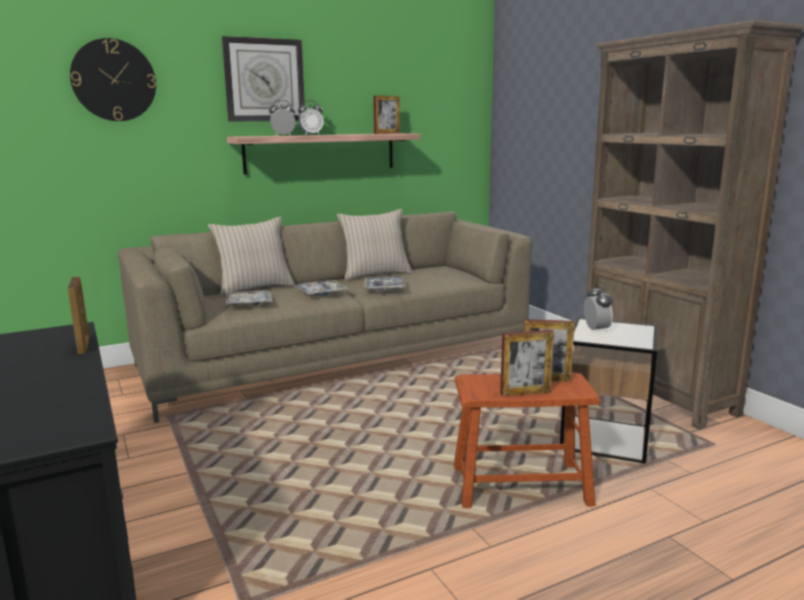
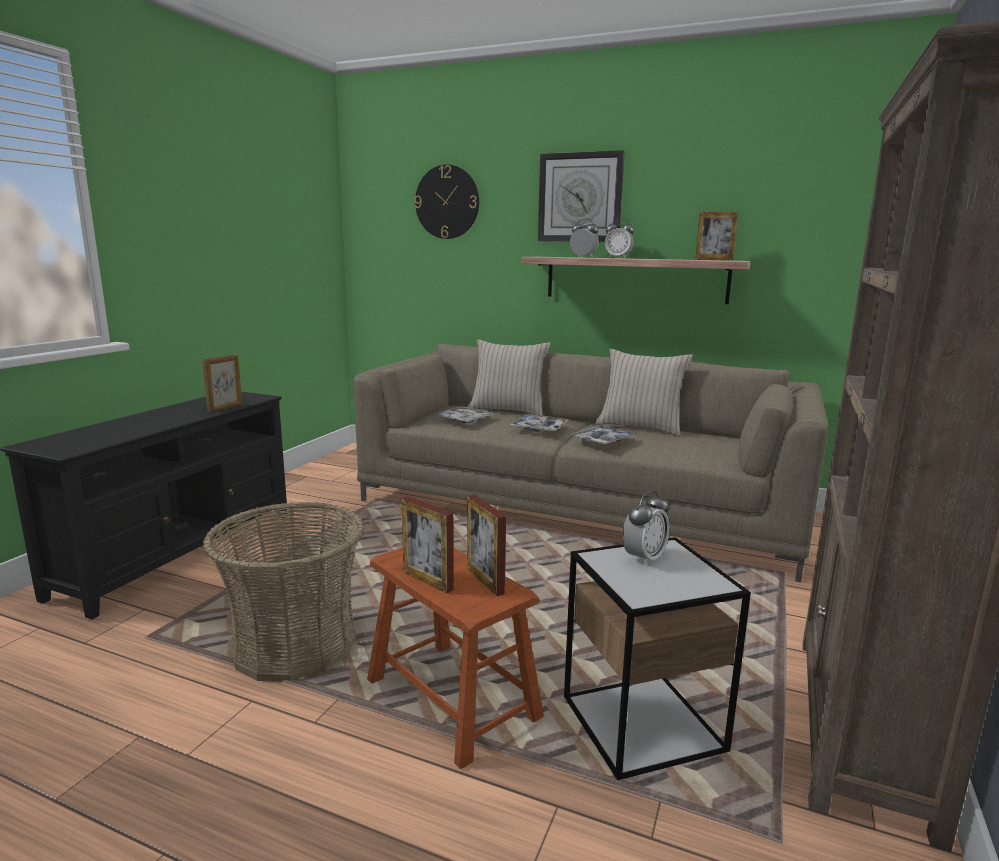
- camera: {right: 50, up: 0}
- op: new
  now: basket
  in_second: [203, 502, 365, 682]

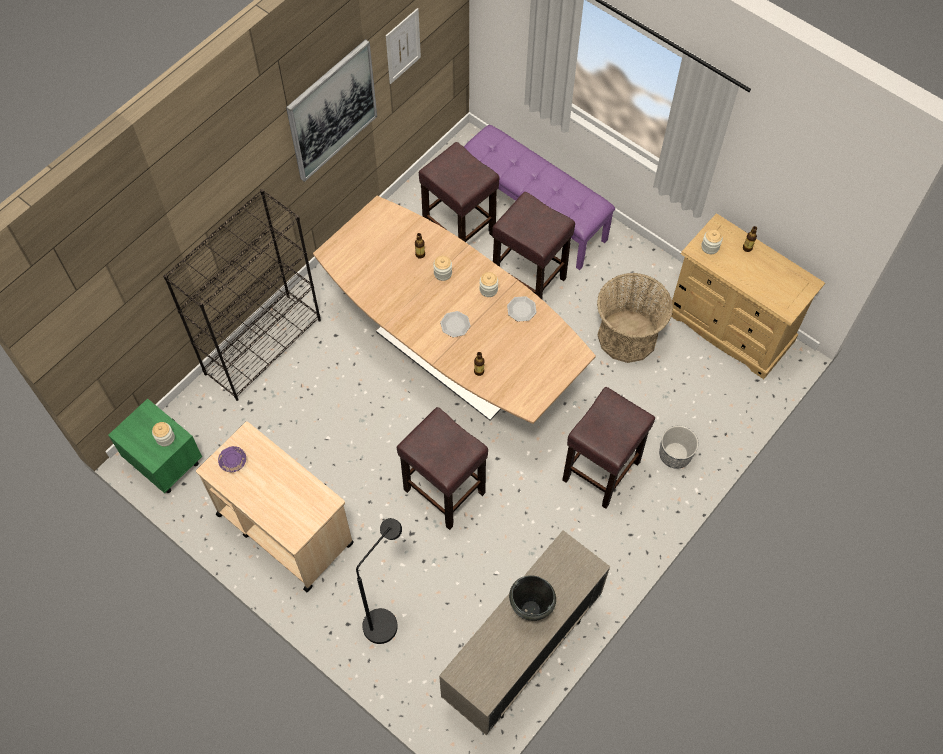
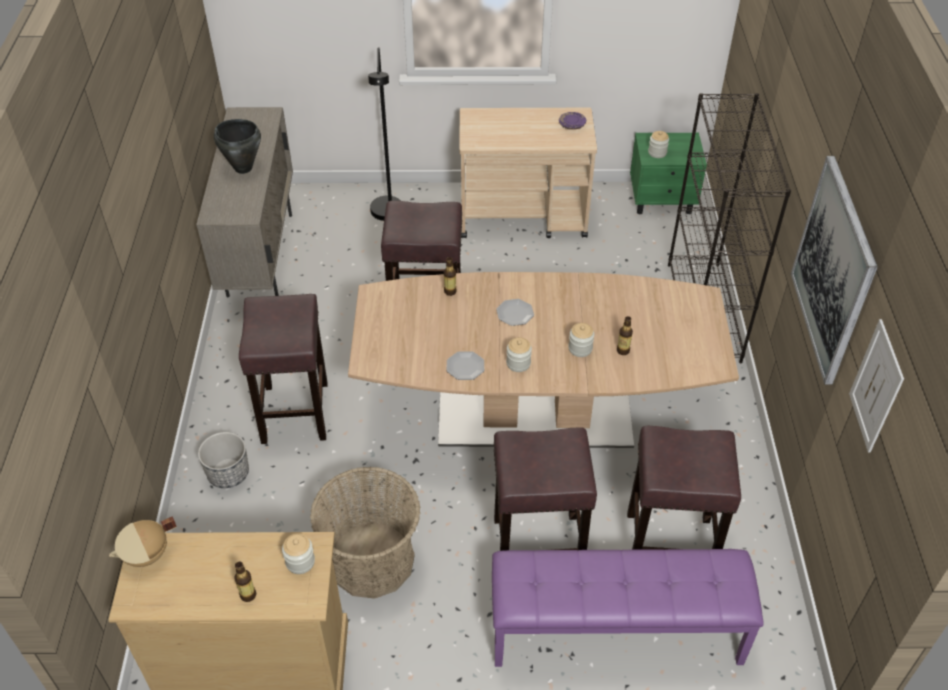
- camera: {right: 140, up: -15}
- op: new
  now: beige cooking pot
  in_second: [109, 517, 177, 567]

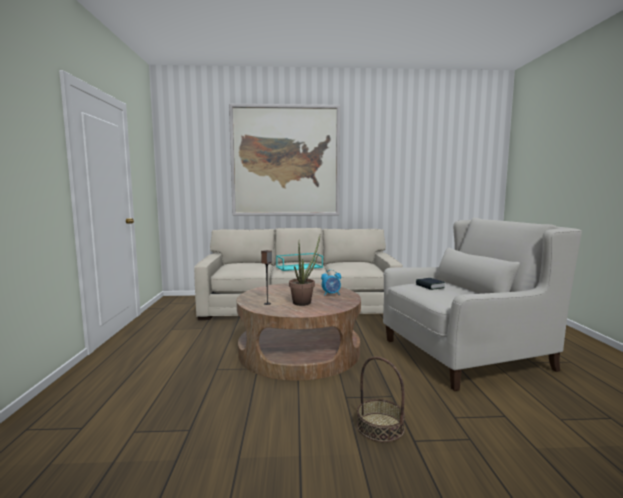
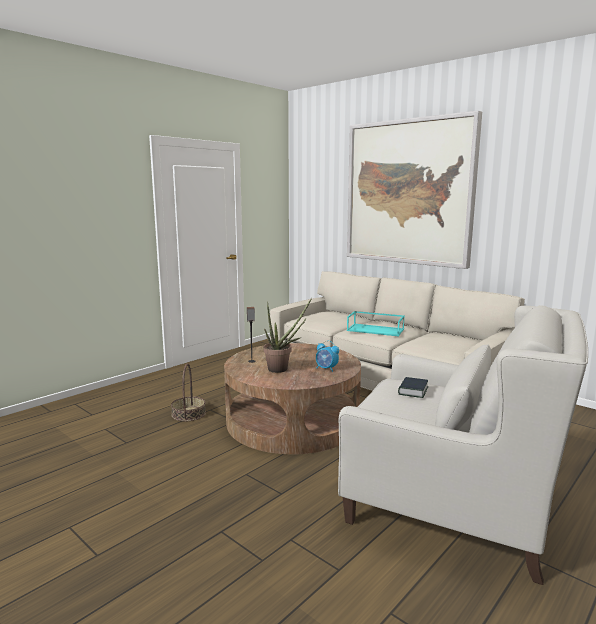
- camera: {right: 45, up: 5}
- op: shifted
  was: basket
  in_first: [357, 357, 405, 442]
  in_second: [171, 363, 206, 421]

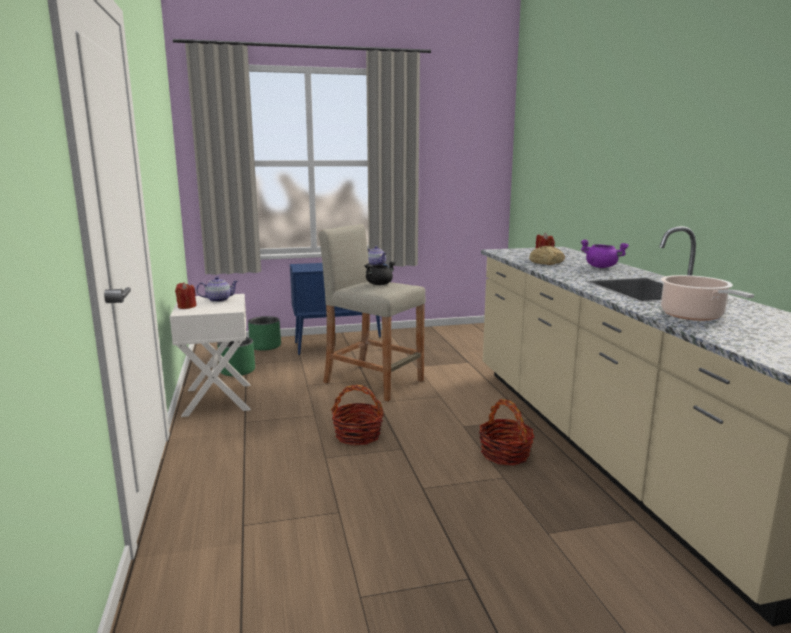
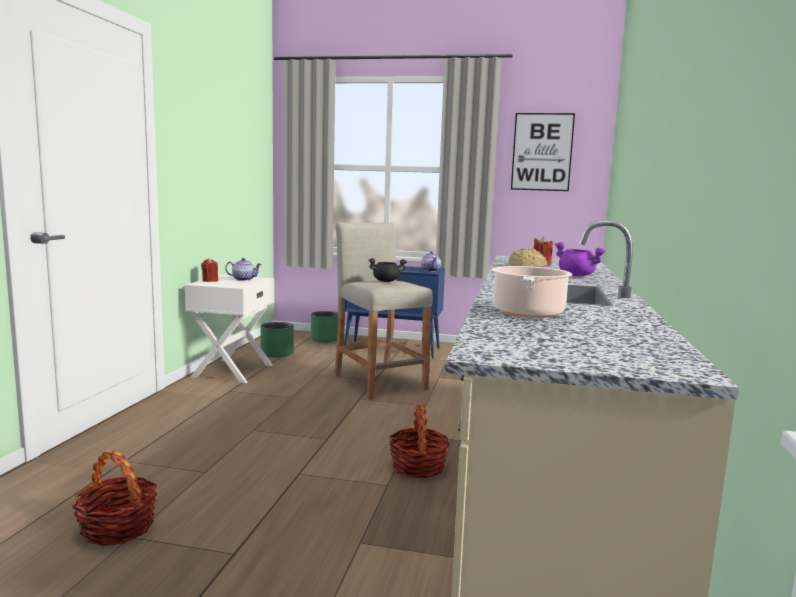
- camera: {right: 25, up: -5}
- op: shifted
  was: basket
  in_first: [331, 385, 384, 446]
  in_second: [72, 451, 157, 546]
- op: new
  now: picture
  in_second: [511, 113, 575, 191]

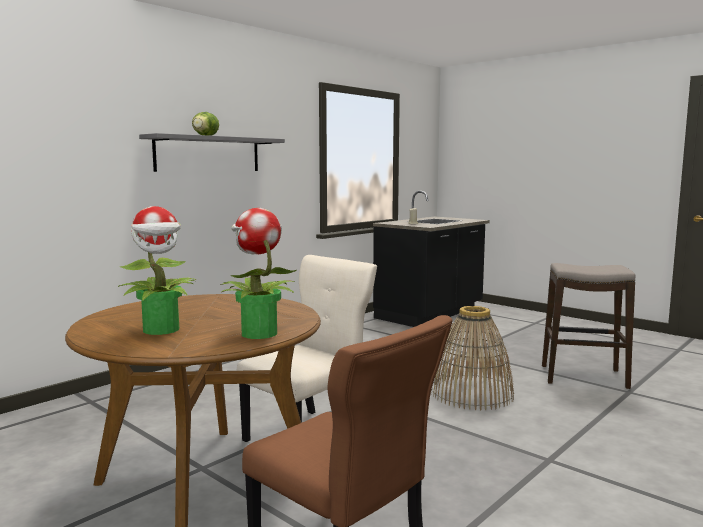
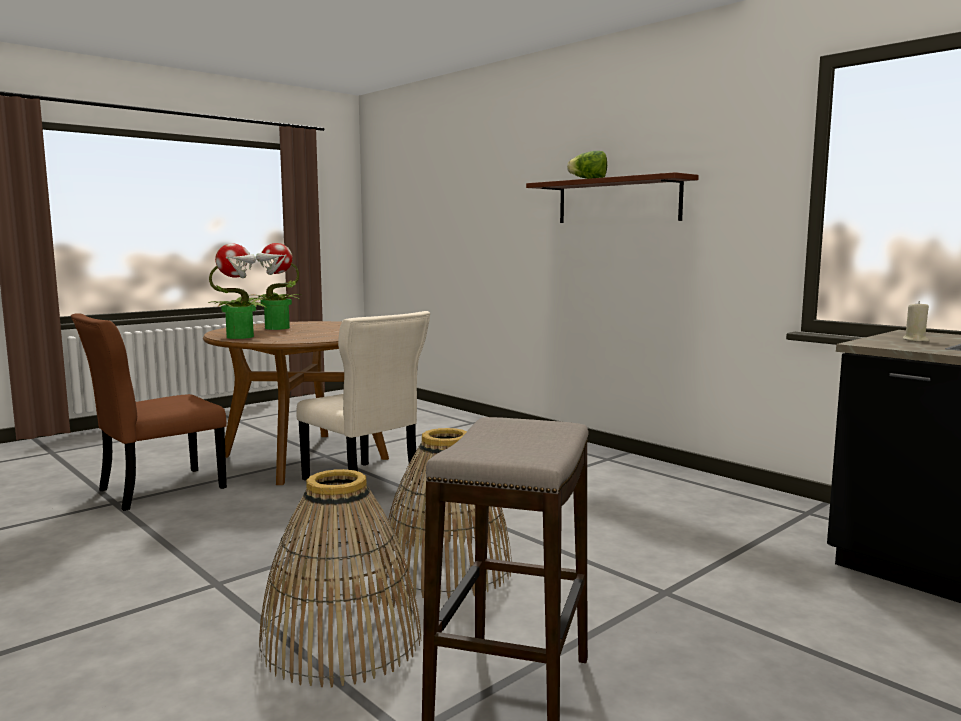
- camera: {right: 95, up: 0}
- op: repainted
  was: grey shelf
  now: brown shelf
  in_first: [139, 133, 285, 172]
  in_second: [526, 172, 699, 223]
- op: new
  now: basket
  in_second: [259, 469, 421, 687]

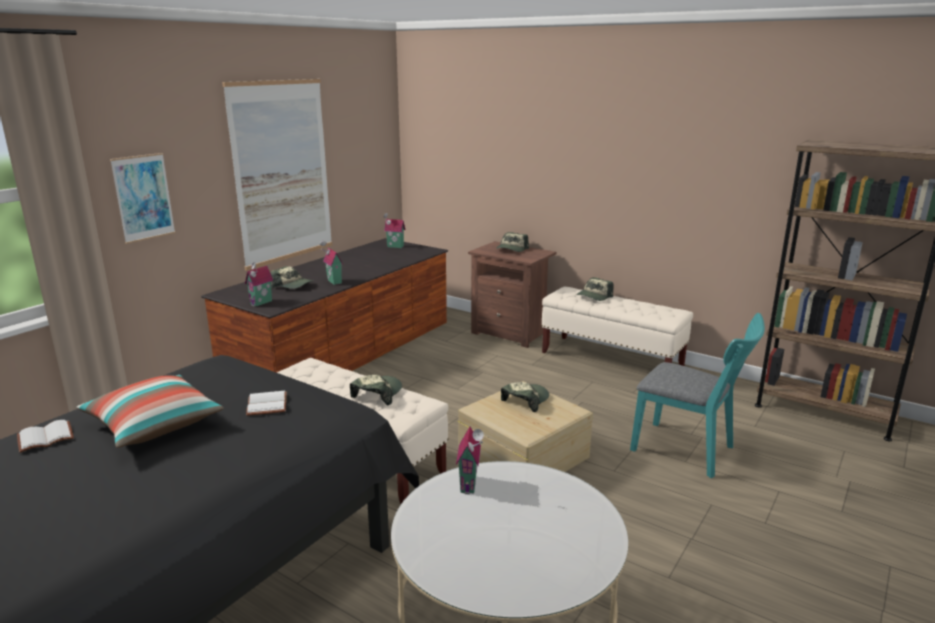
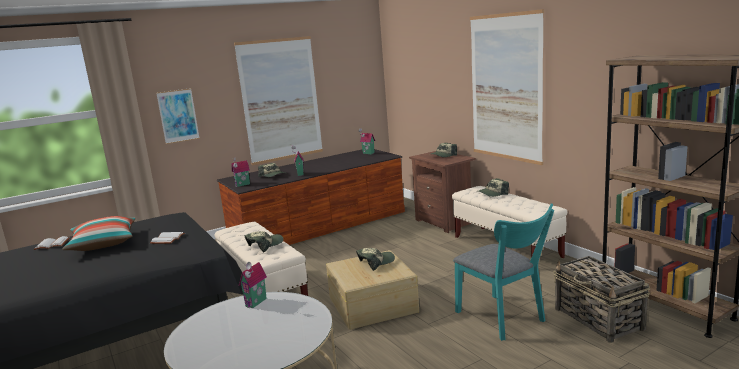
- camera: {right: 25, up: -5}
- op: new
  now: picture
  in_second: [470, 9, 544, 165]
- op: new
  now: basket
  in_second: [553, 256, 650, 343]

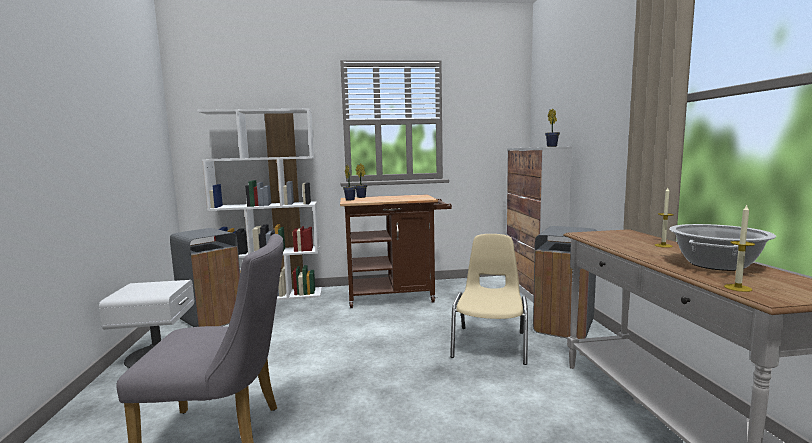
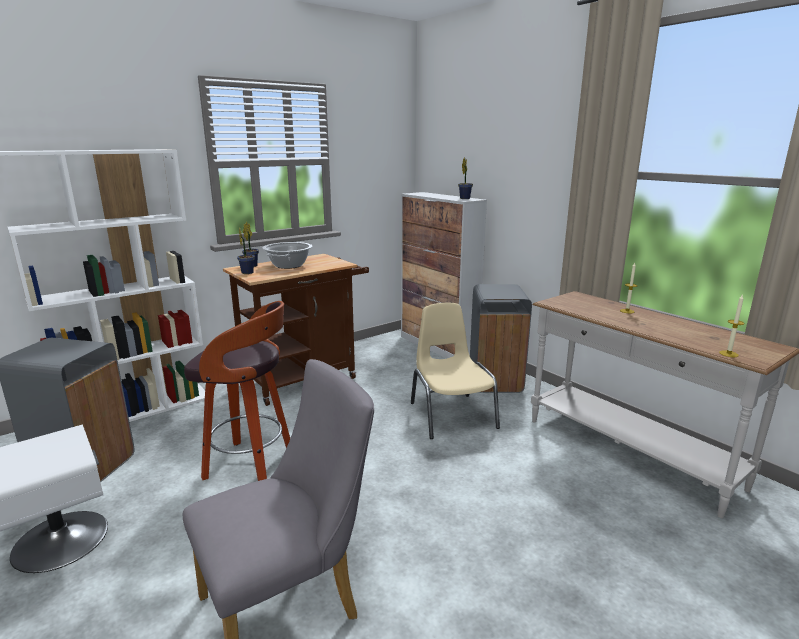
- camera: {right: -30, up: 10}
- op: shifted
  was: cooking pot
  in_first: [669, 224, 776, 271]
  in_second: [263, 242, 312, 269]
- op: new
  now: stool
  in_second: [184, 301, 290, 481]

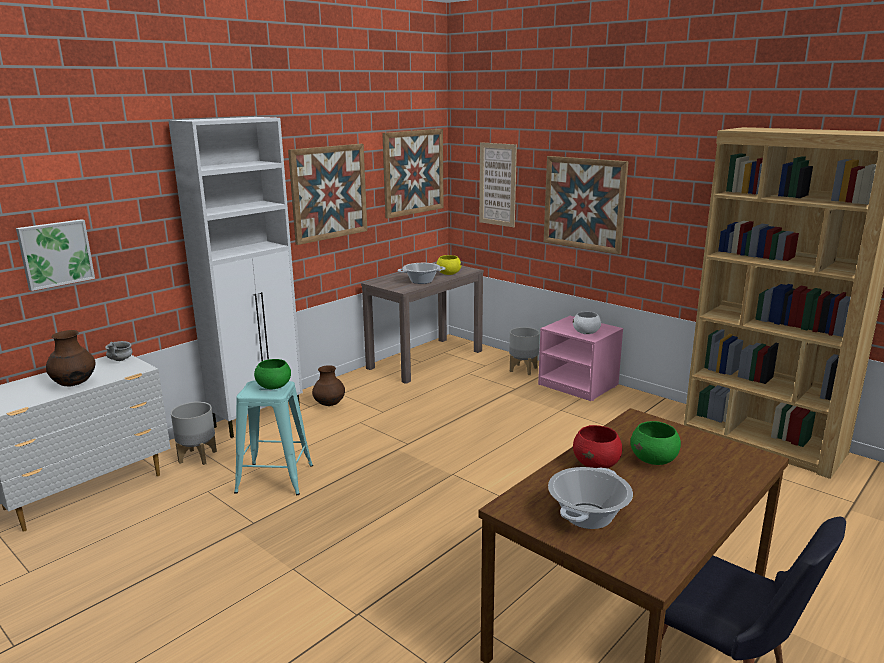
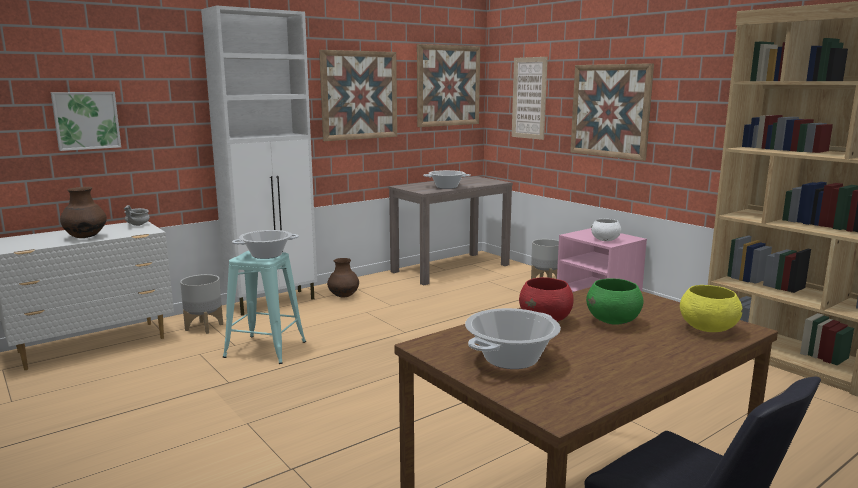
- camera: {right: 10, up: -5}
- op: swapped
  was: green bowl
  now: cooking pot
  in_first: [254, 359, 291, 389]
  in_second: [232, 230, 299, 259]
- op: shifted
  was: yellow bowl
  in_first: [437, 255, 462, 275]
  in_second: [680, 285, 743, 332]

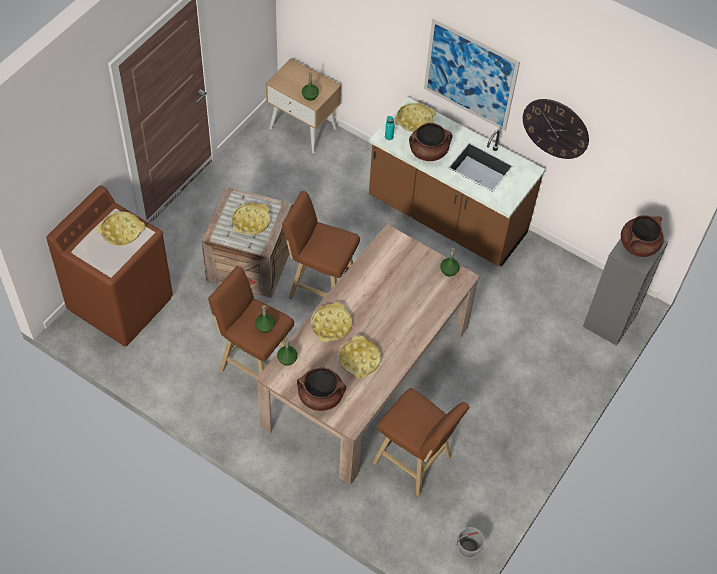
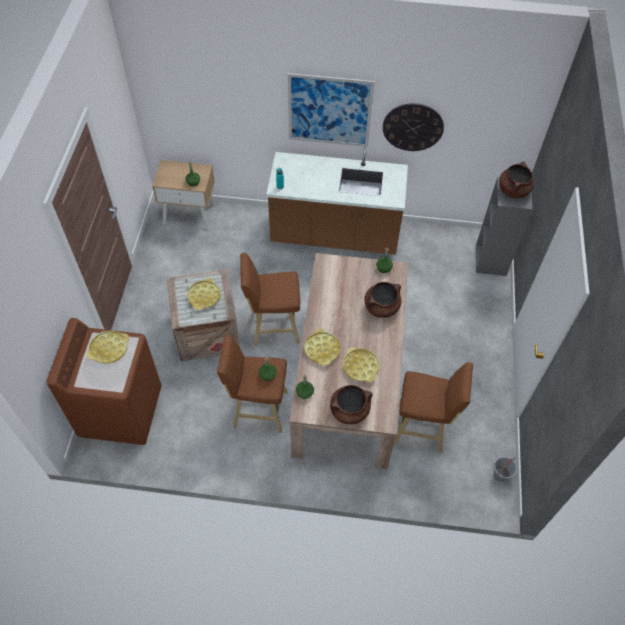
- camera: {right: -25, up: 0}
- op: gone
  was: yellow tray
  in_first: [394, 103, 436, 132]
- op: shifted
  was: brown cooking pot
  in_first: [409, 123, 453, 161]
  in_second: [364, 282, 401, 318]

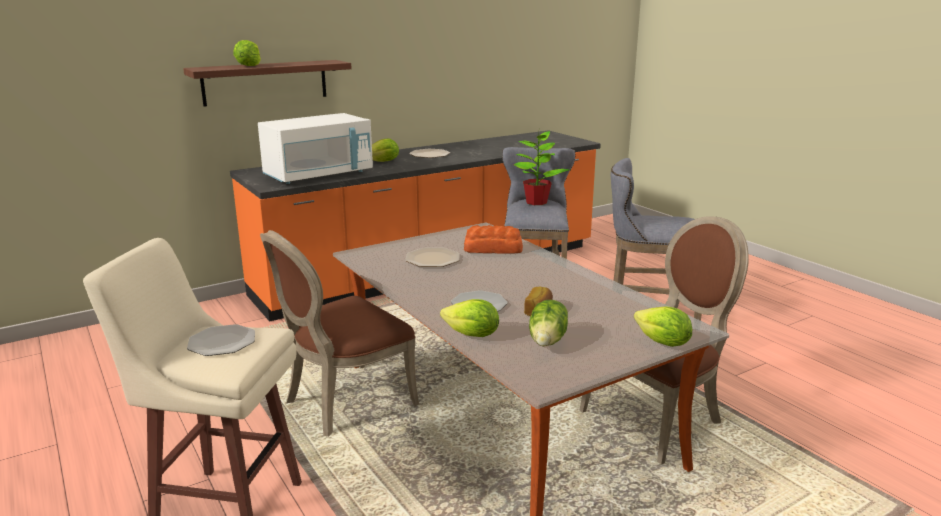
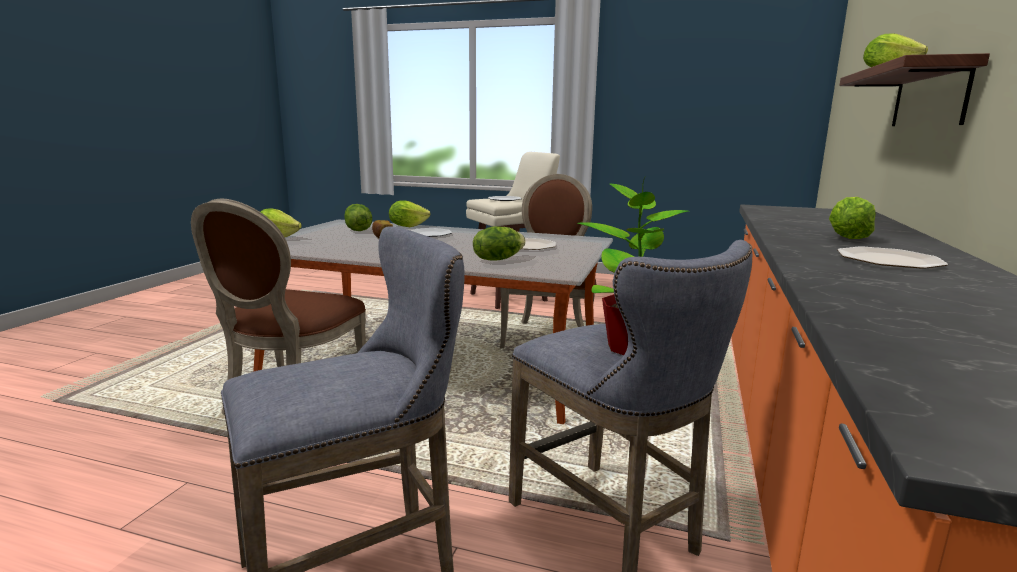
- camera: {right: 140, up: -5}
- op: gone
  was: white microwave
  in_first: [258, 113, 373, 184]
- op: swapped
  was: bread
  now: lettuce
  in_first: [464, 225, 523, 254]
  in_second: [473, 226, 526, 260]

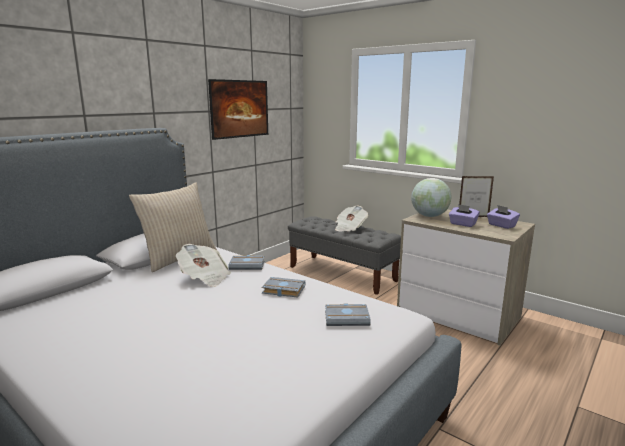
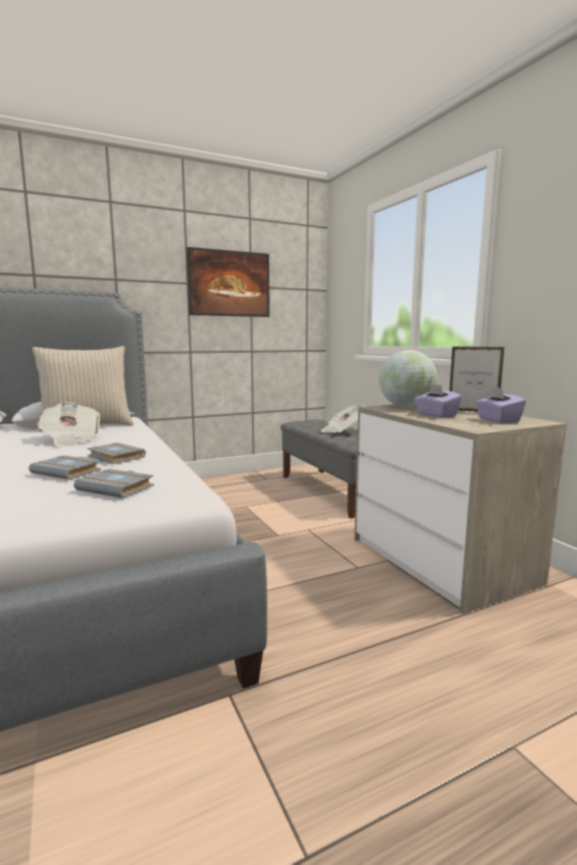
- camera: {right: 25, up: -5}
- op: shifted
  was: grey book
  in_first: [229, 255, 265, 270]
  in_second: [29, 455, 101, 480]

